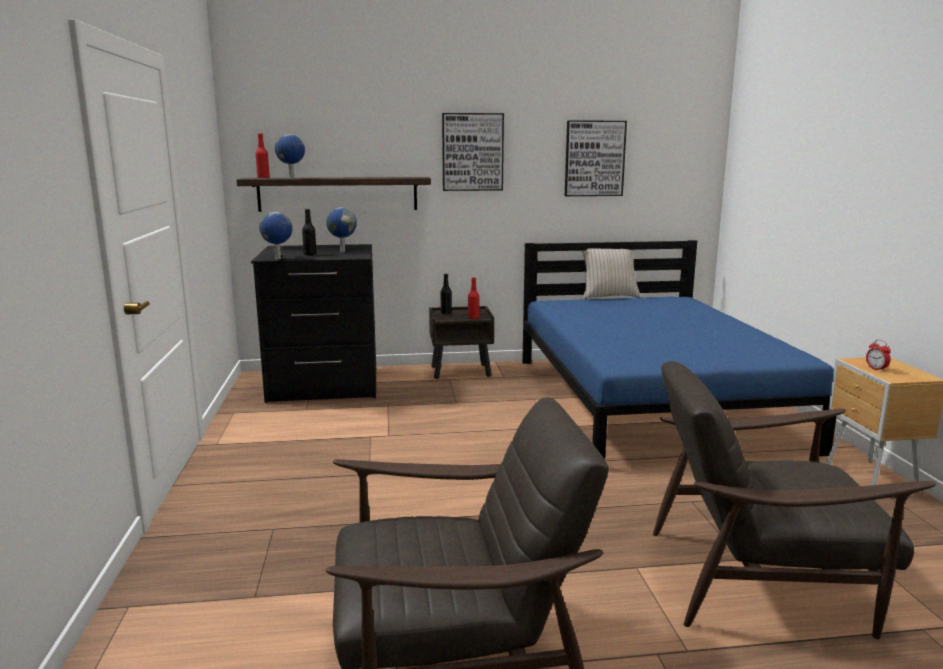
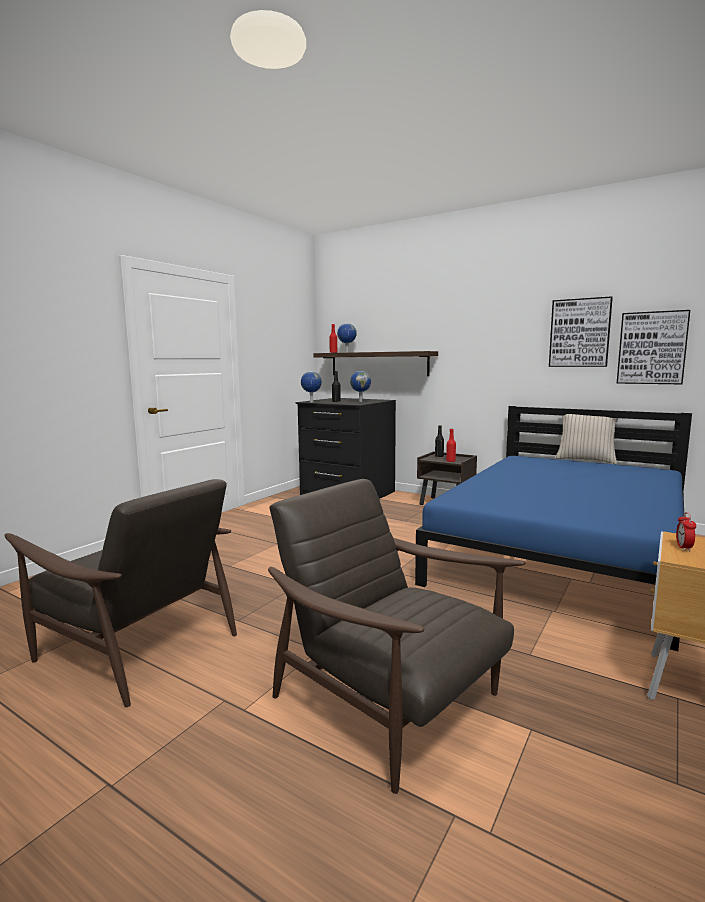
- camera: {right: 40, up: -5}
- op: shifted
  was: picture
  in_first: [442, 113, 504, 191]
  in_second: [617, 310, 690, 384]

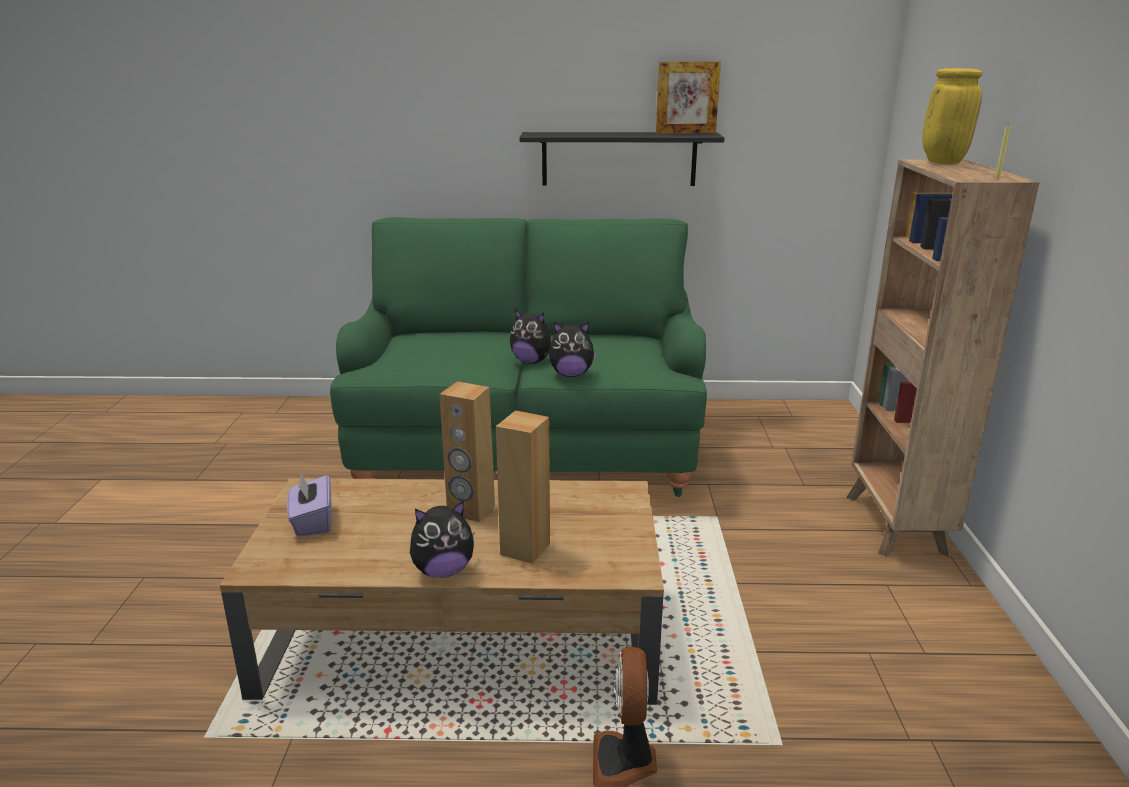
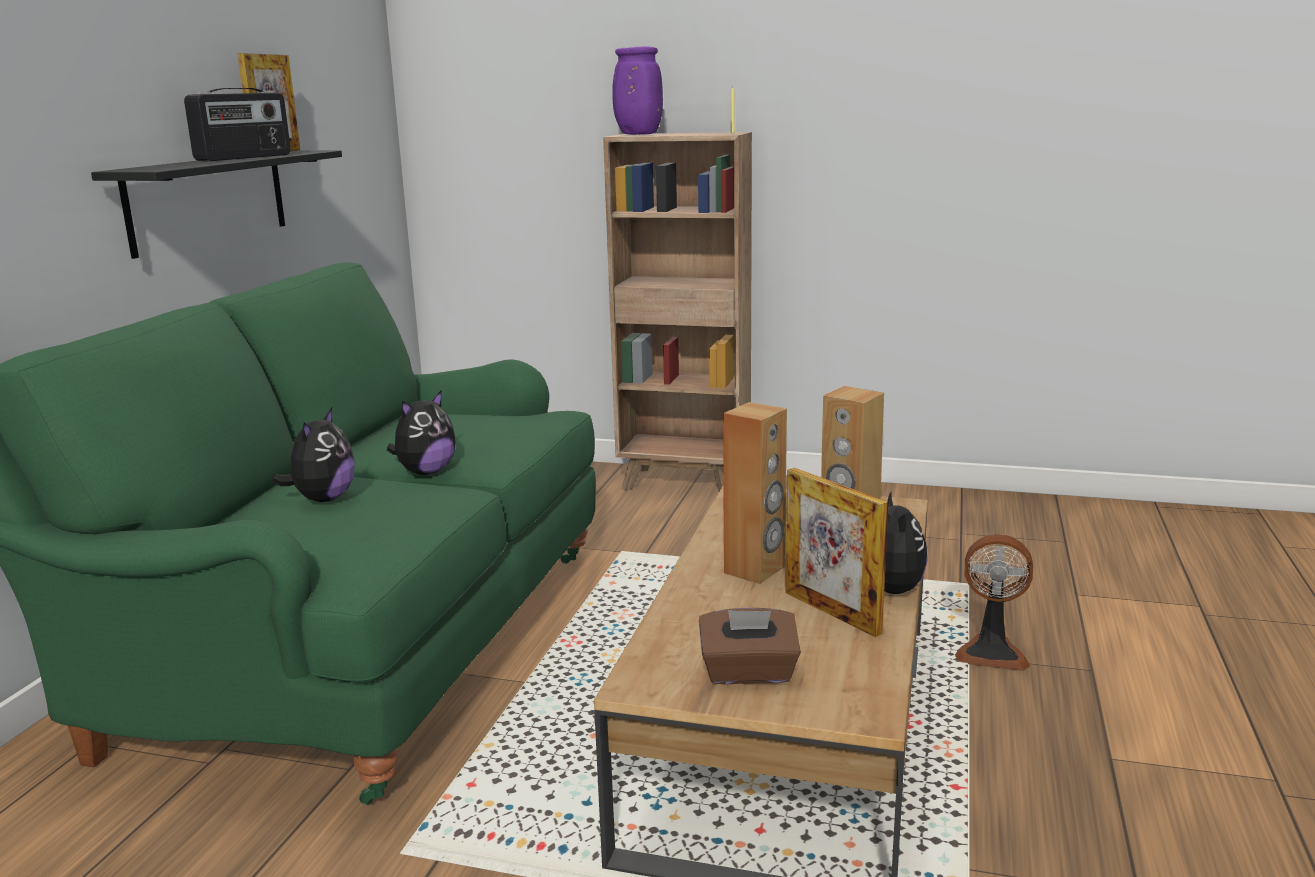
- camera: {right: -75, up: -5}
- op: repainted
  was: purple tissue box
  now: brown tissue box
  in_first: [287, 473, 332, 536]
  in_second: [699, 607, 801, 684]
- op: shifted
  was: plush toy
  in_first: [549, 322, 597, 377]
  in_second: [272, 407, 355, 502]
- op: repainted
  was: yellow vase
  now: purple vase
  in_first: [922, 68, 983, 164]
  in_second: [612, 46, 663, 135]
- op: new
  now: radio
  in_second: [184, 88, 291, 161]
- op: new
  now: picture frame
  in_second: [785, 468, 888, 637]

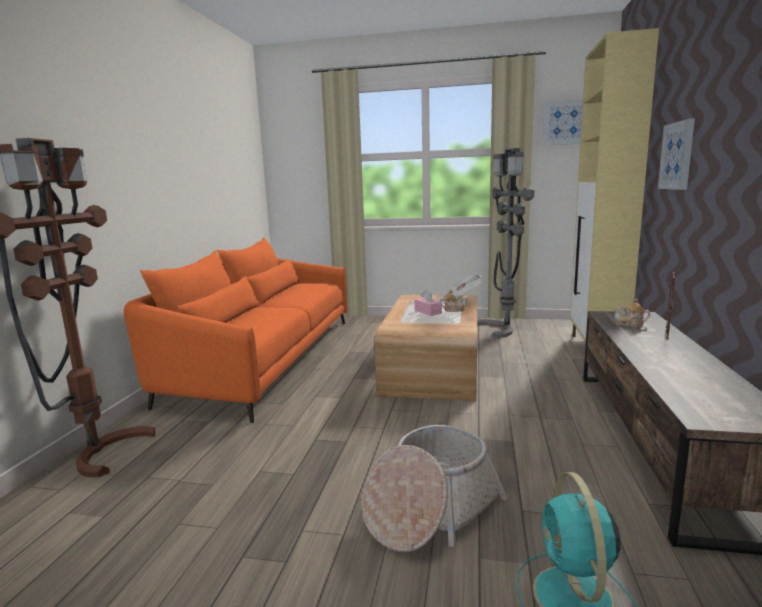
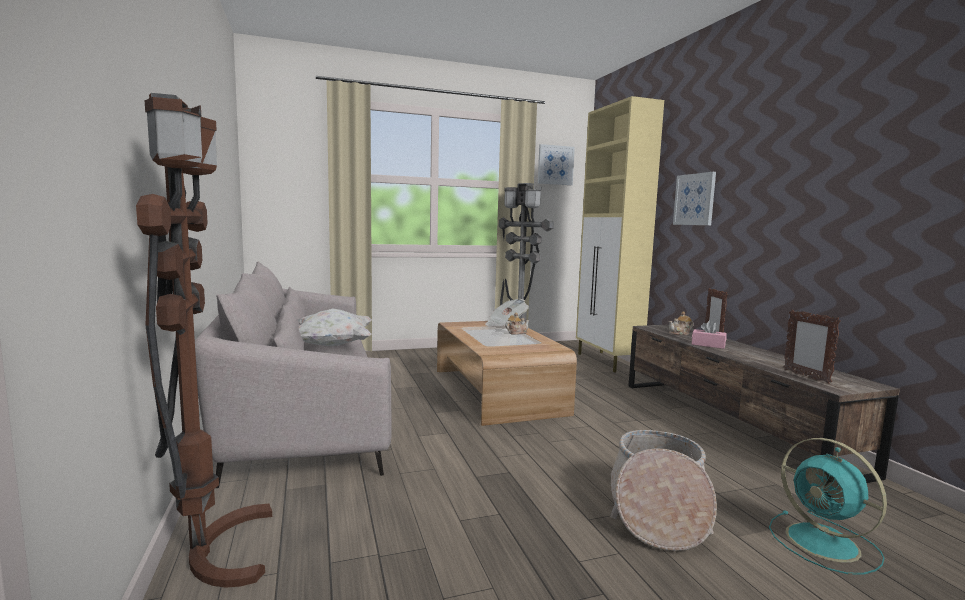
- camera: {right: -30, up: -5}
- op: repainted
  was: orange sofa
  now: grey sofa
  in_first: [124, 237, 348, 423]
  in_second: [195, 261, 392, 488]
- op: shifted
  was: pink tissue box
  in_first: [414, 290, 442, 316]
  in_second: [692, 320, 727, 349]
- op: new
  now: white pillow
  in_second: [298, 308, 372, 346]
- op: new
  now: picture frame
  in_second: [784, 310, 841, 384]

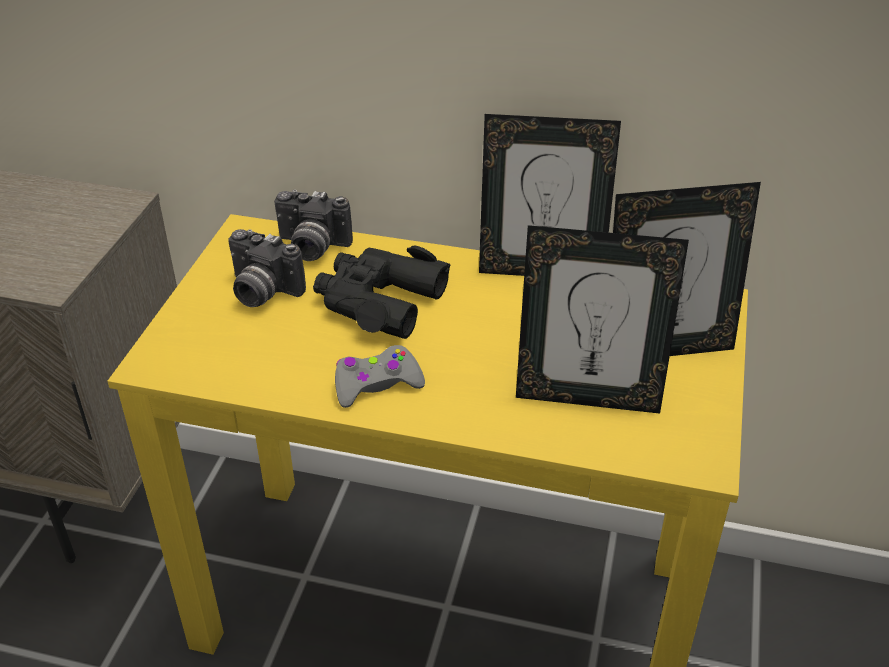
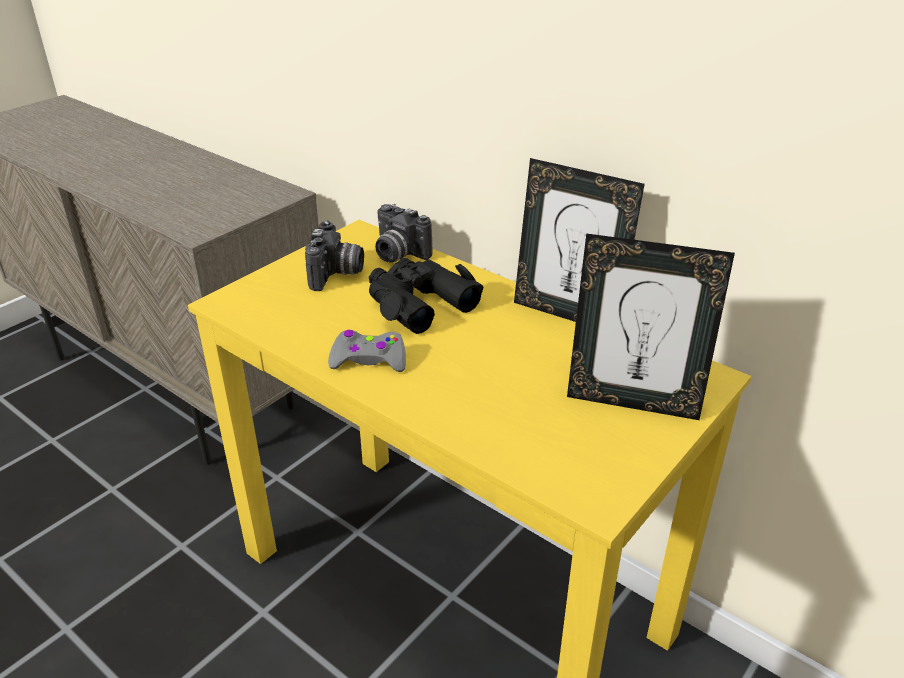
- camera: {right: 25, up: -5}
- op: rotated
  was: photo camera
  in_first: [228, 229, 306, 307]
  in_second: [305, 220, 364, 291]
  clockwise: -135
- op: gone
  was: picture frame
  in_first: [516, 225, 689, 414]

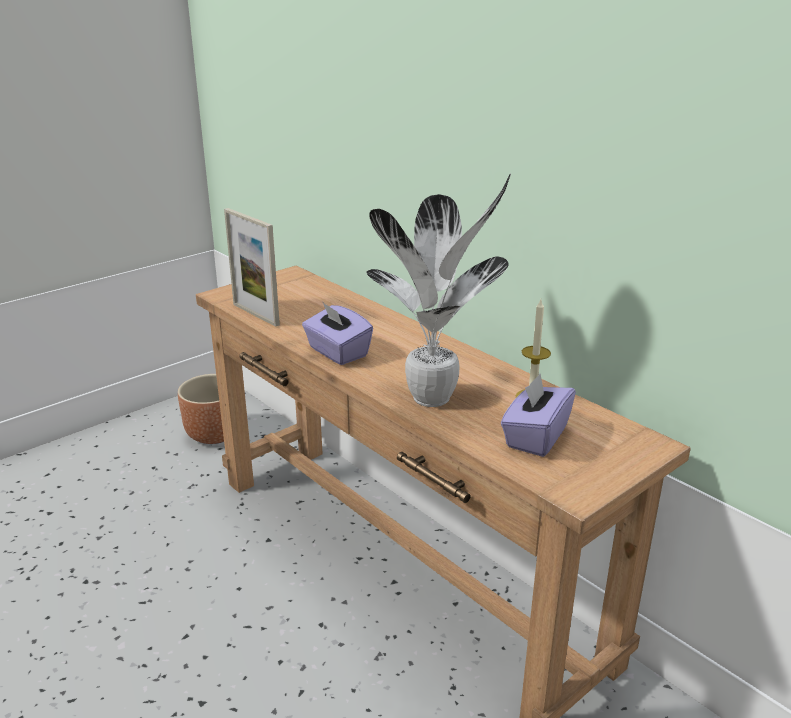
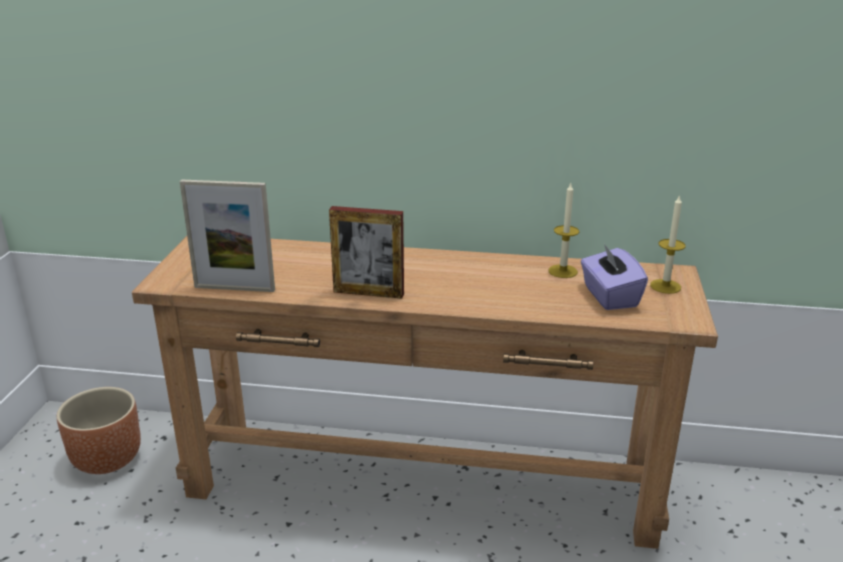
- camera: {right: -40, up: 0}
- op: swapped
  was: purple tissue box
  now: picture frame
  in_first: [302, 303, 373, 365]
  in_second: [329, 206, 404, 299]
- op: gone
  was: potted plant
  in_first: [366, 174, 511, 407]
- op: new
  now: candle
  in_second: [650, 194, 685, 294]

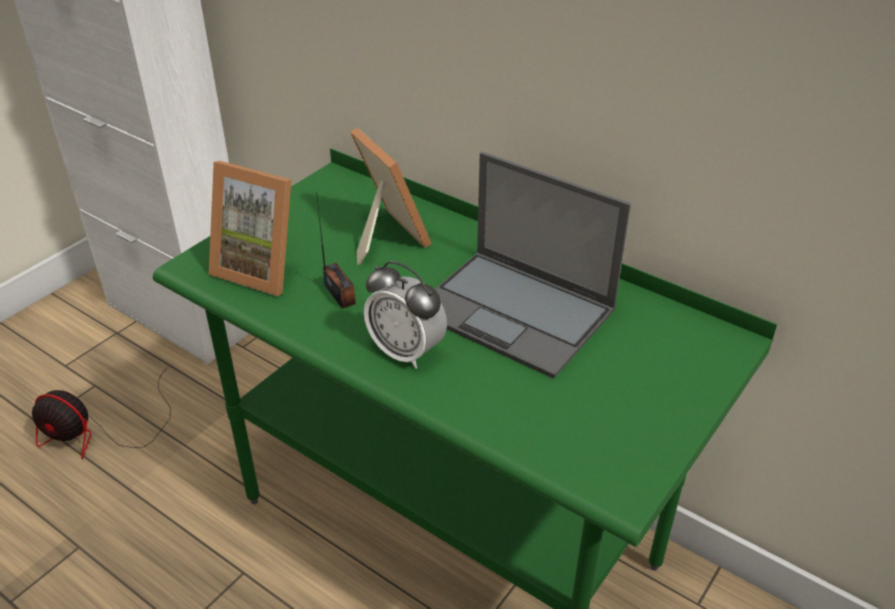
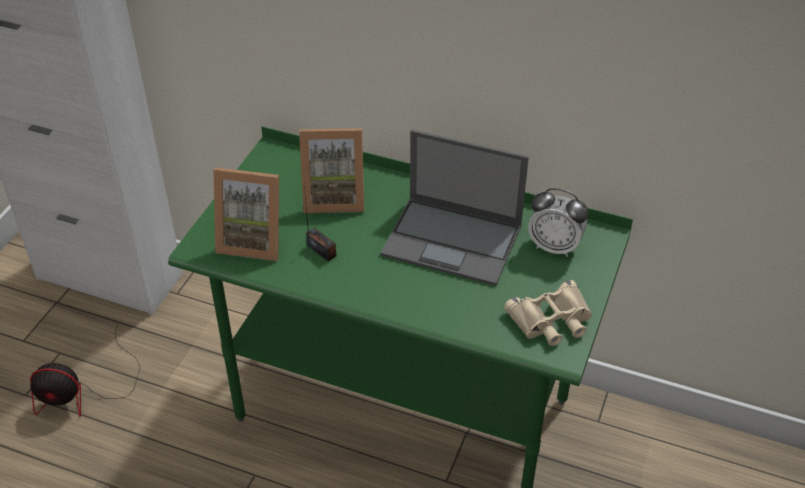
- camera: {right: -15, up: 5}
- op: rotated
  was: picture frame
  in_first: [350, 127, 432, 265]
  in_second: [299, 128, 364, 213]
  clockwise: 135
- op: shifted
  was: alarm clock
  in_first: [364, 261, 447, 369]
  in_second: [528, 188, 589, 257]
- op: new
  now: beige binoculars
  in_second: [504, 280, 592, 346]

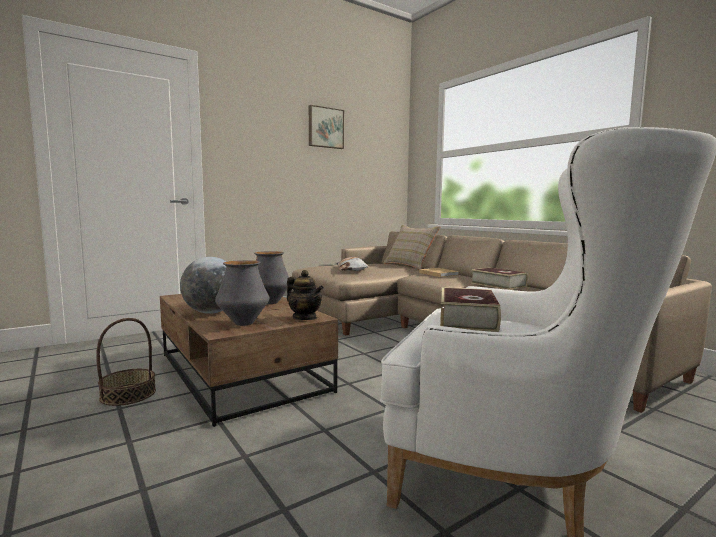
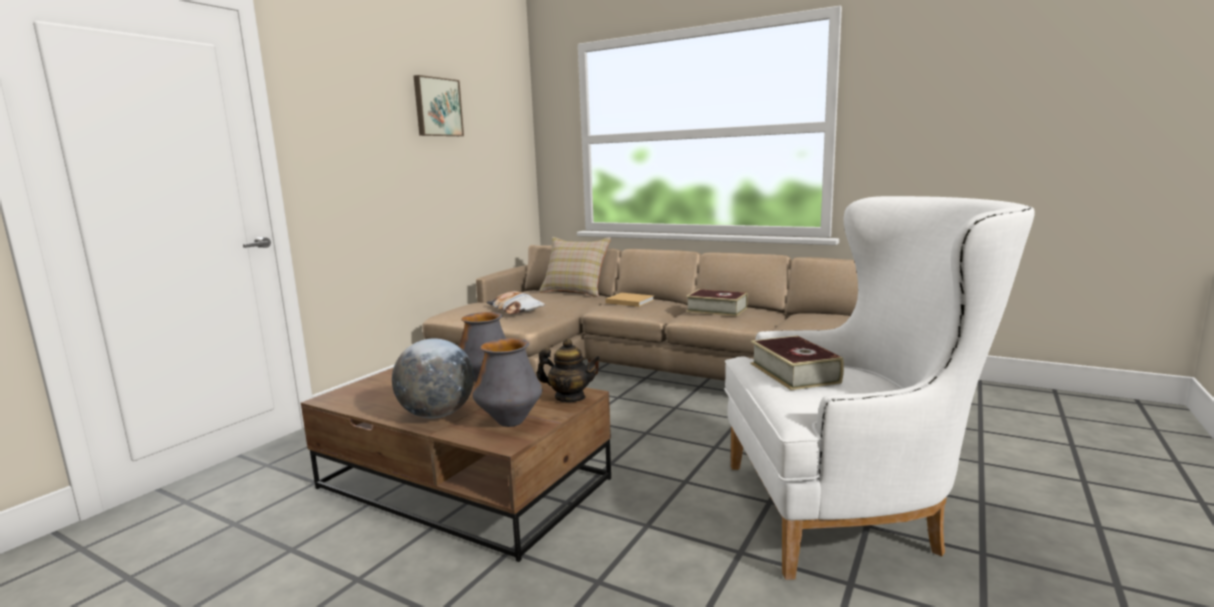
- camera: {right: -25, up: 5}
- op: gone
  was: basket
  in_first: [96, 318, 156, 406]

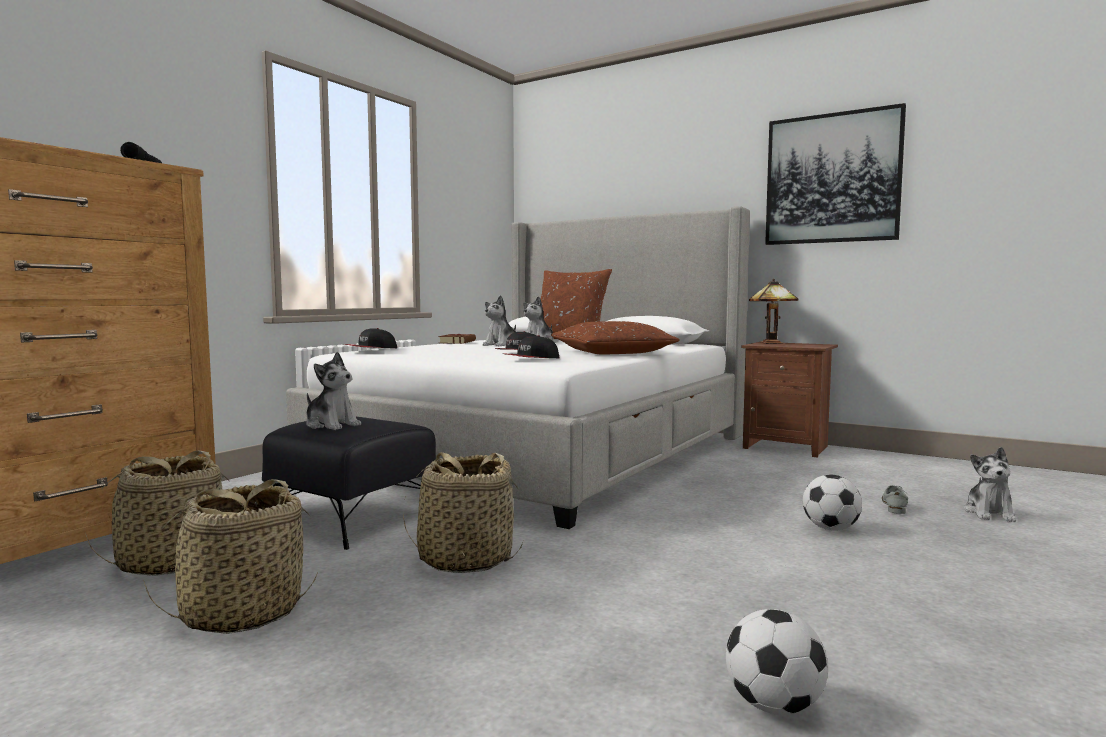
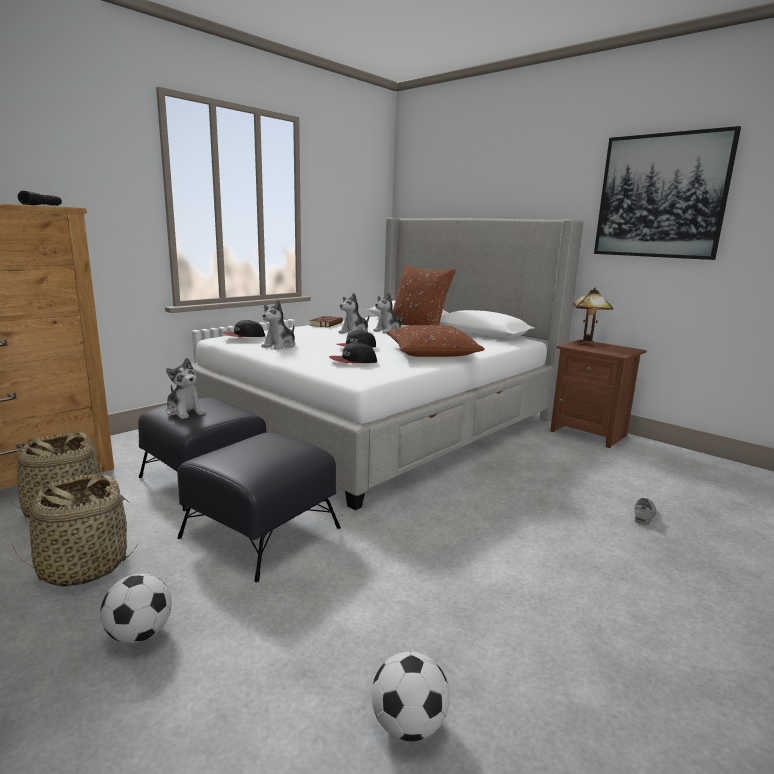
- camera: {right: 10, up: 10}
- op: swapped
  was: basket
  now: black ottoman
  in_first: [403, 452, 523, 573]
  in_second: [177, 433, 341, 582]
- op: shifted
  was: football
  in_first: [803, 475, 862, 531]
  in_second: [100, 573, 172, 643]
- op: shifted
  was: plush toy
  in_first: [964, 447, 1016, 522]
  in_second: [262, 300, 295, 350]

